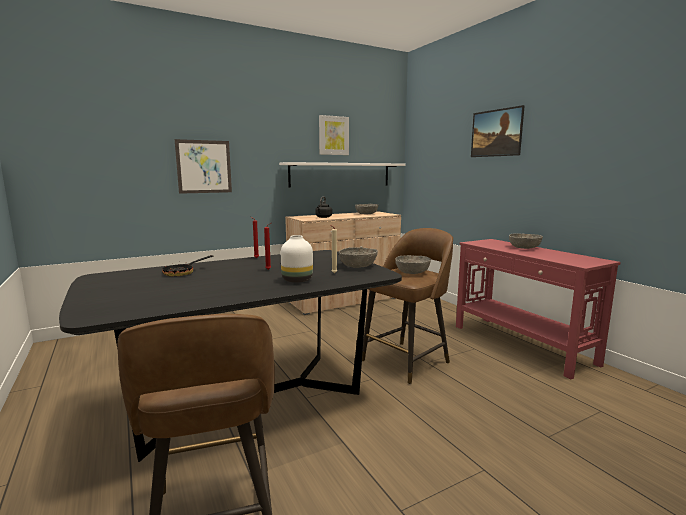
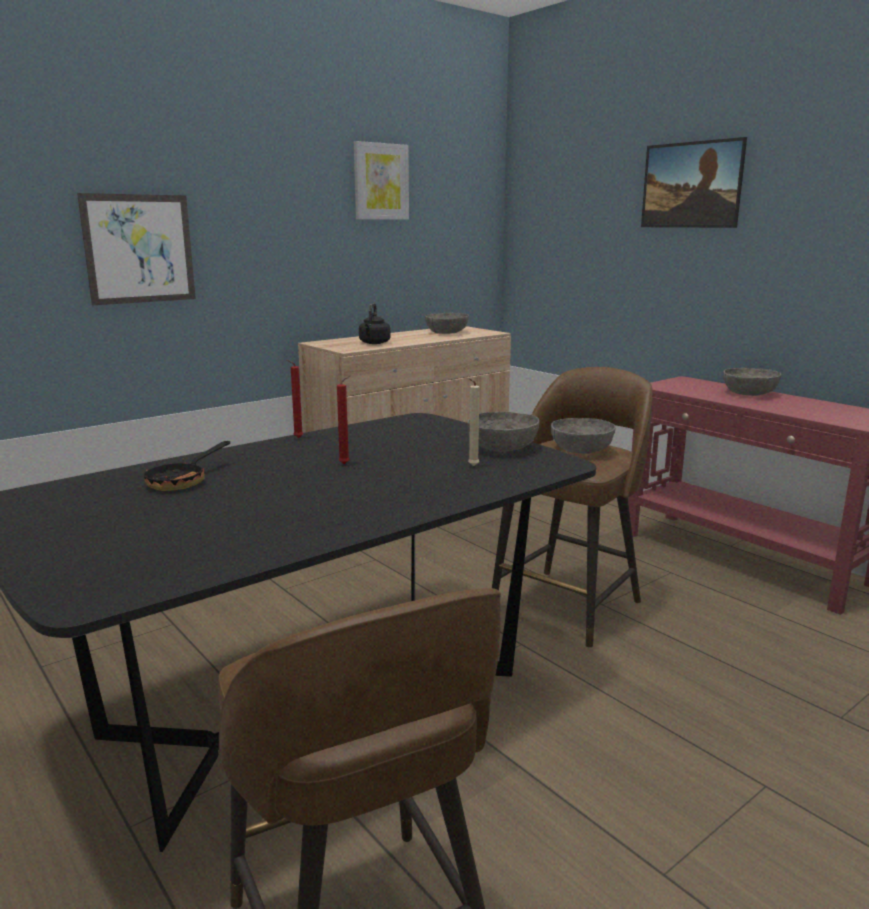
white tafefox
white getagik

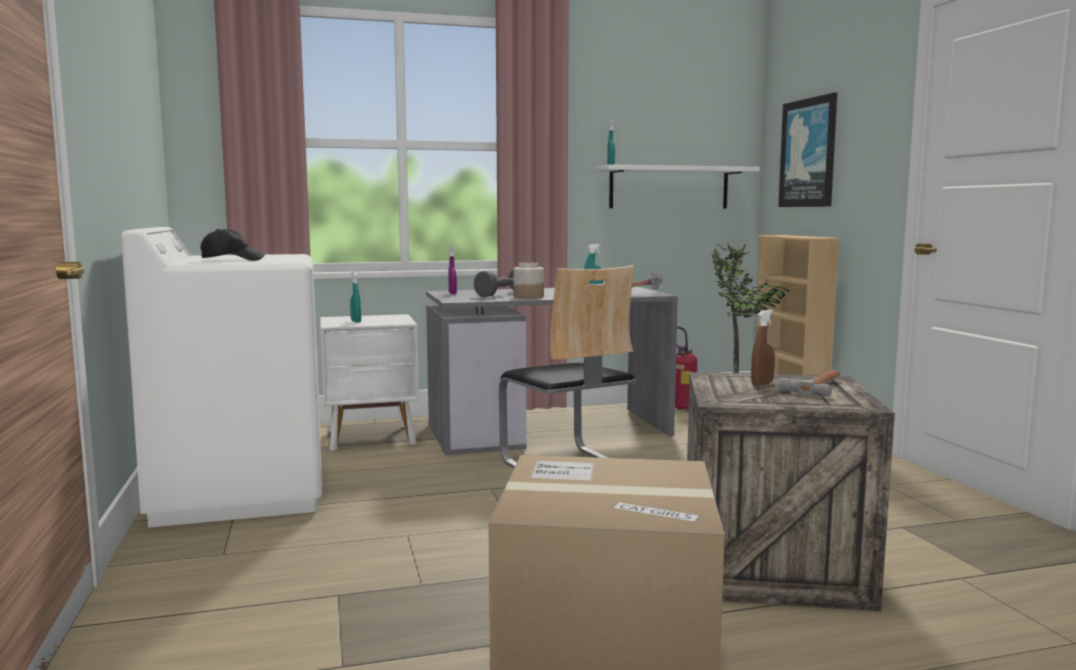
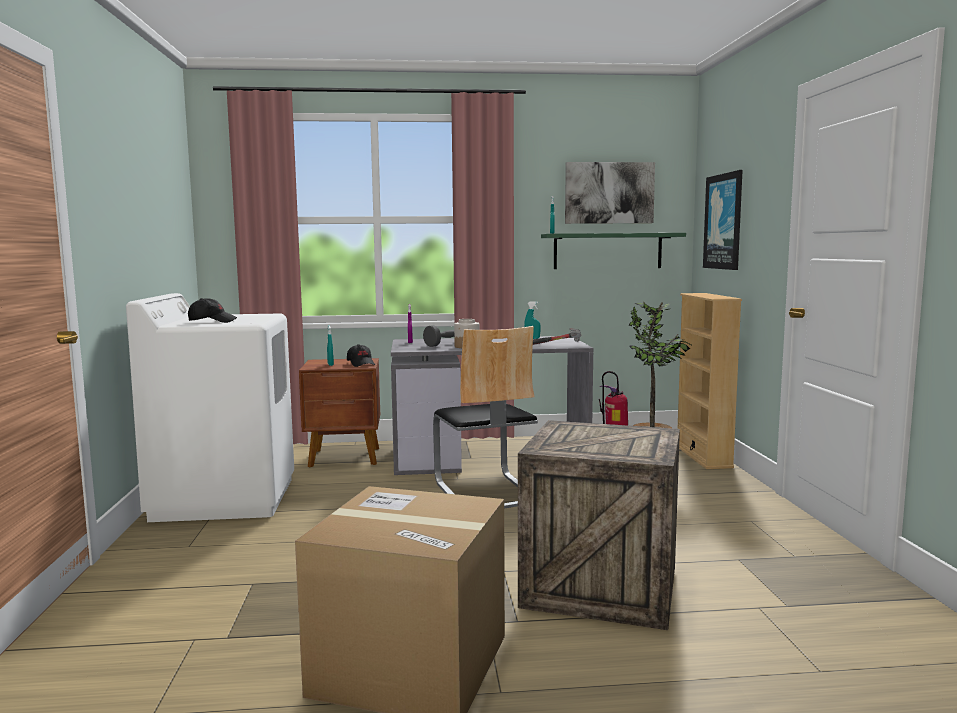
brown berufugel
green tafefox
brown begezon
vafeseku (no. 2 from left in the first image)
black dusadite (no. 2 from left)
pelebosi (no. 1 from left)

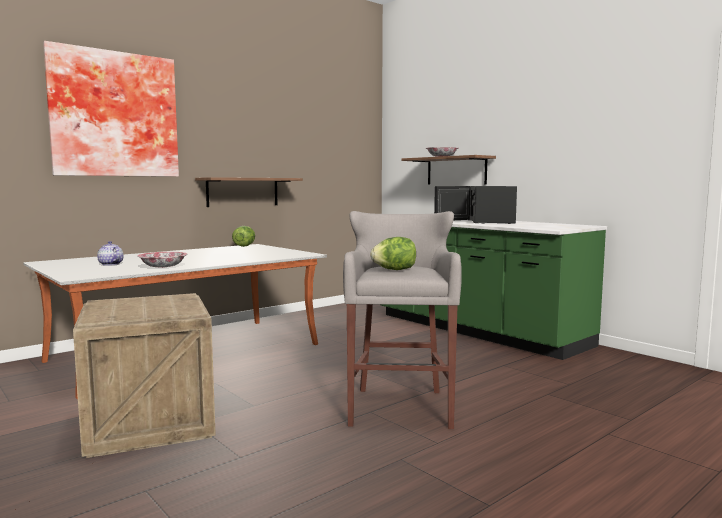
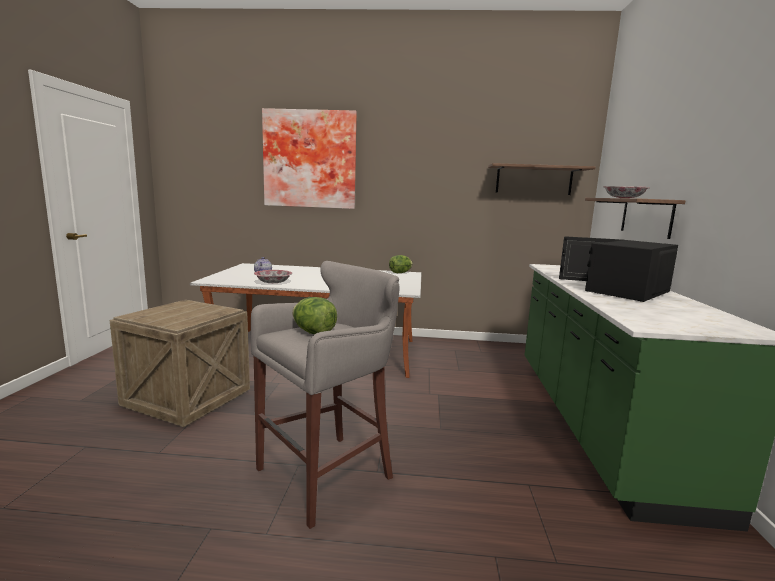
tafefox (no. 1 from left)

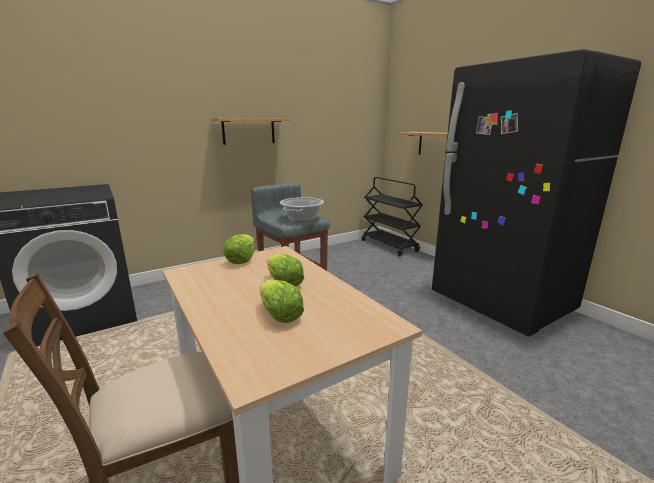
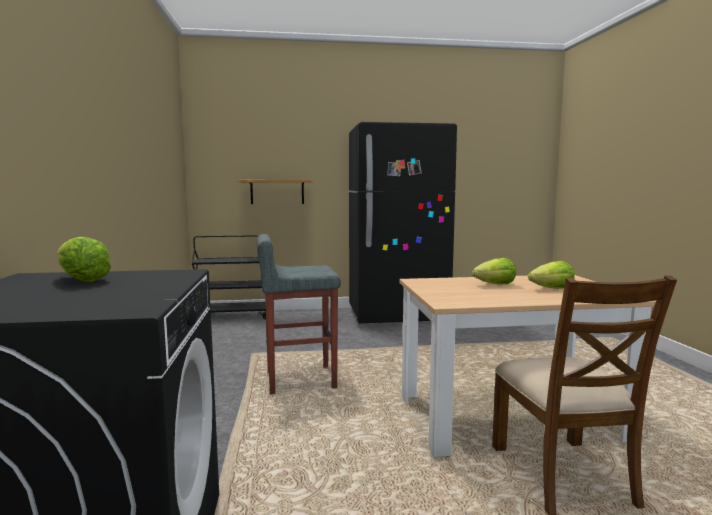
tafefox (no. 1 from left in the first image)
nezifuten (no. 1 from left)
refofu

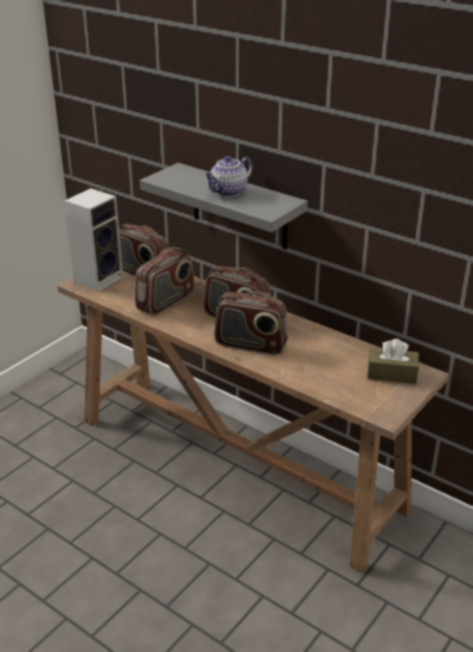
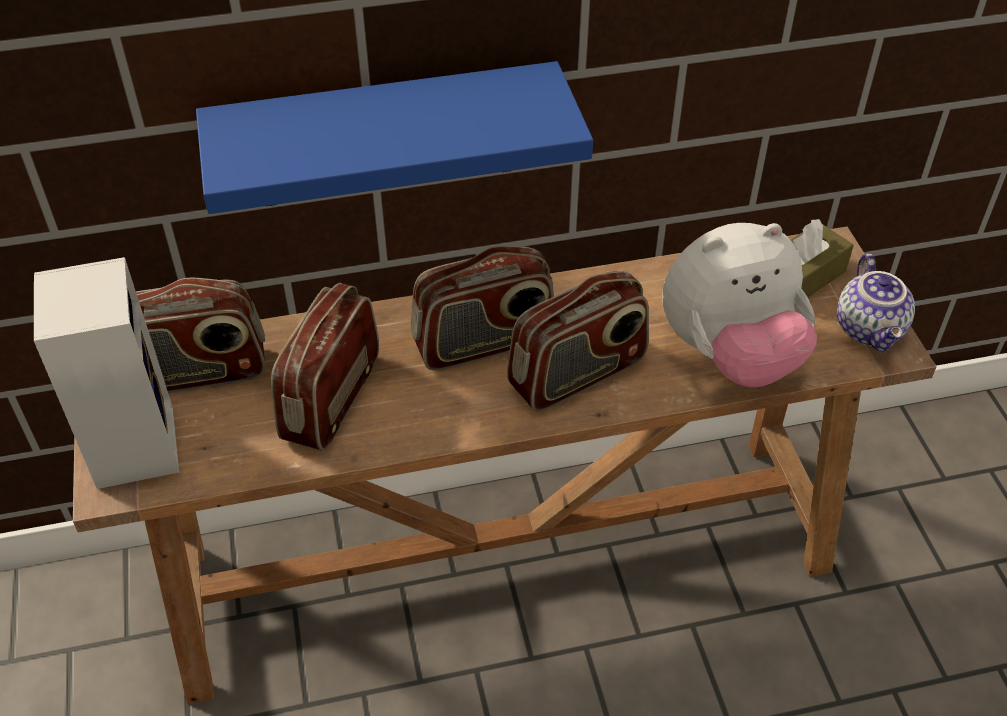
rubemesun (no. 2 from left)
blue tafefox
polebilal
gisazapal

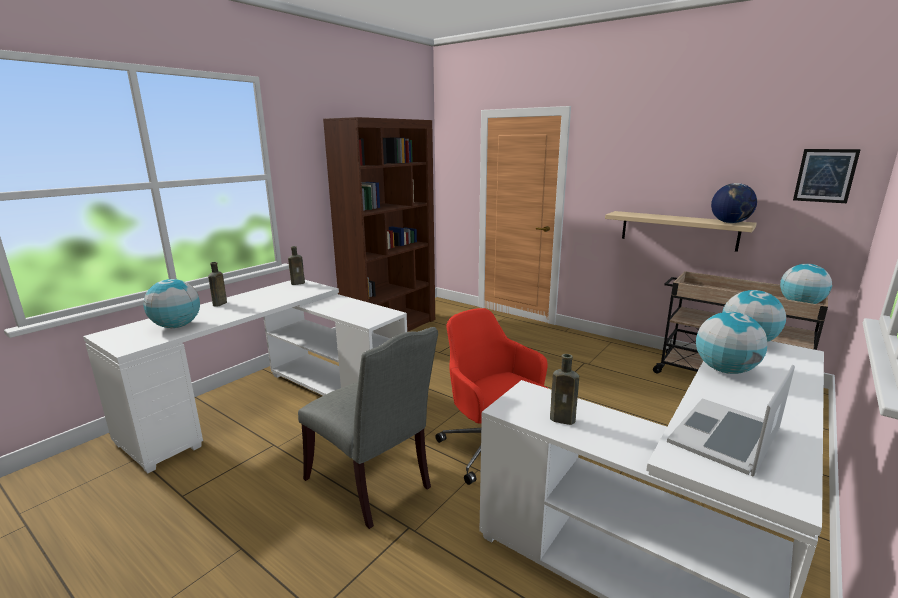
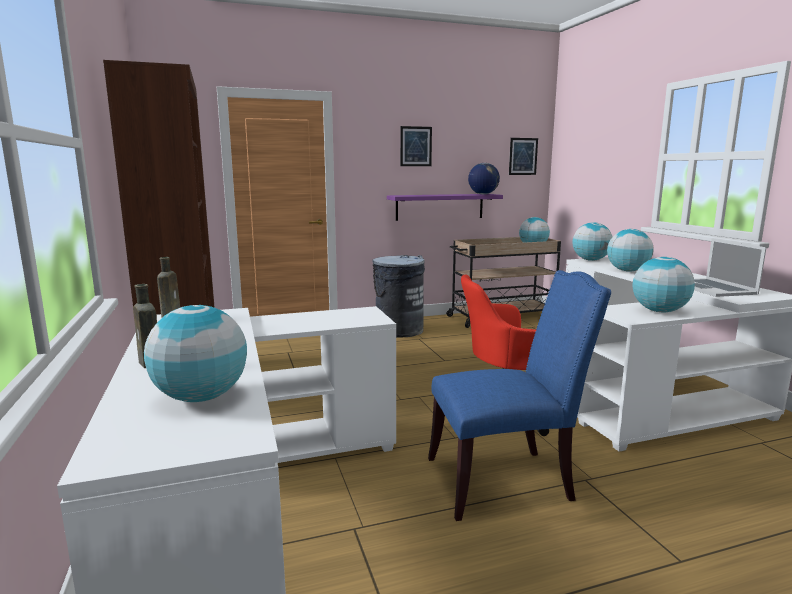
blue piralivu
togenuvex (no. 6 from left)
purple tafefox
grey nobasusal
pelebosi (no. 1 from left)

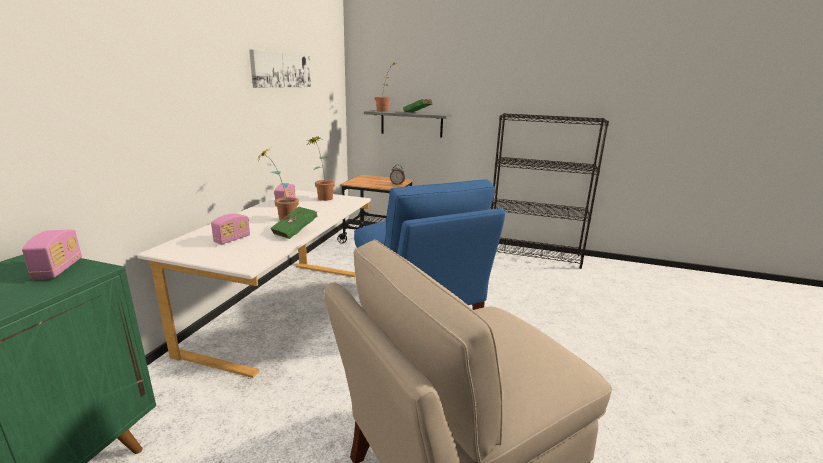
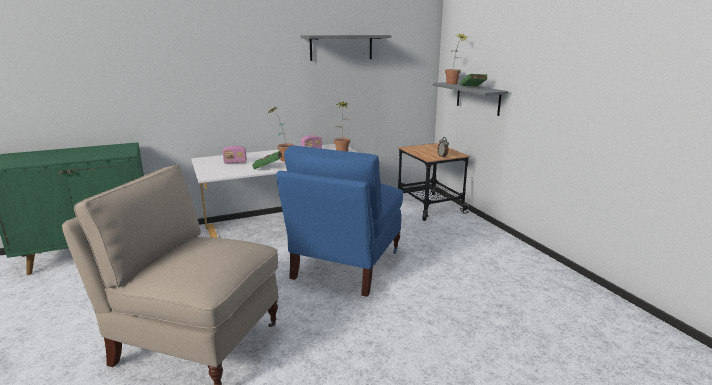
rubemesun (no. 1 from left in the first image)
grey tafefox (no. 1 from left)
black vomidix

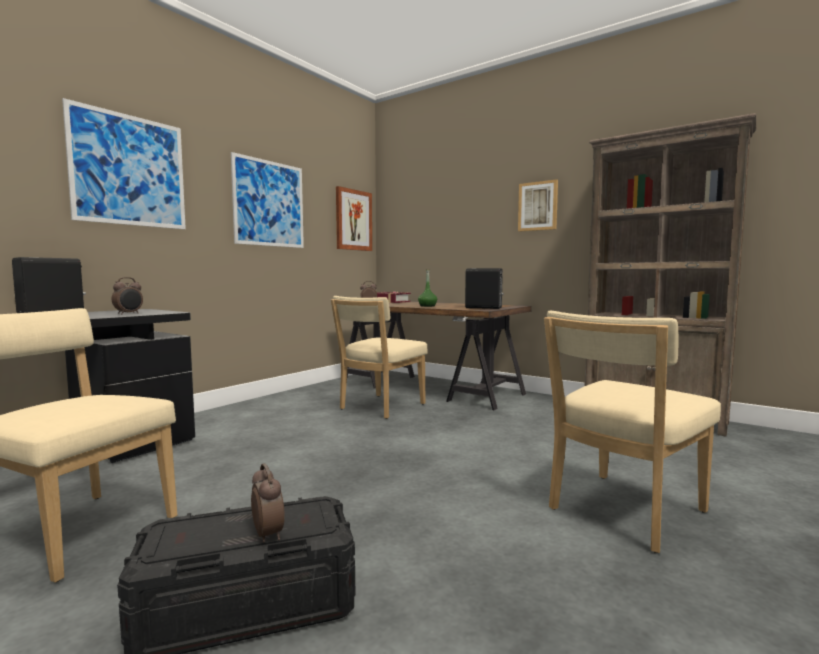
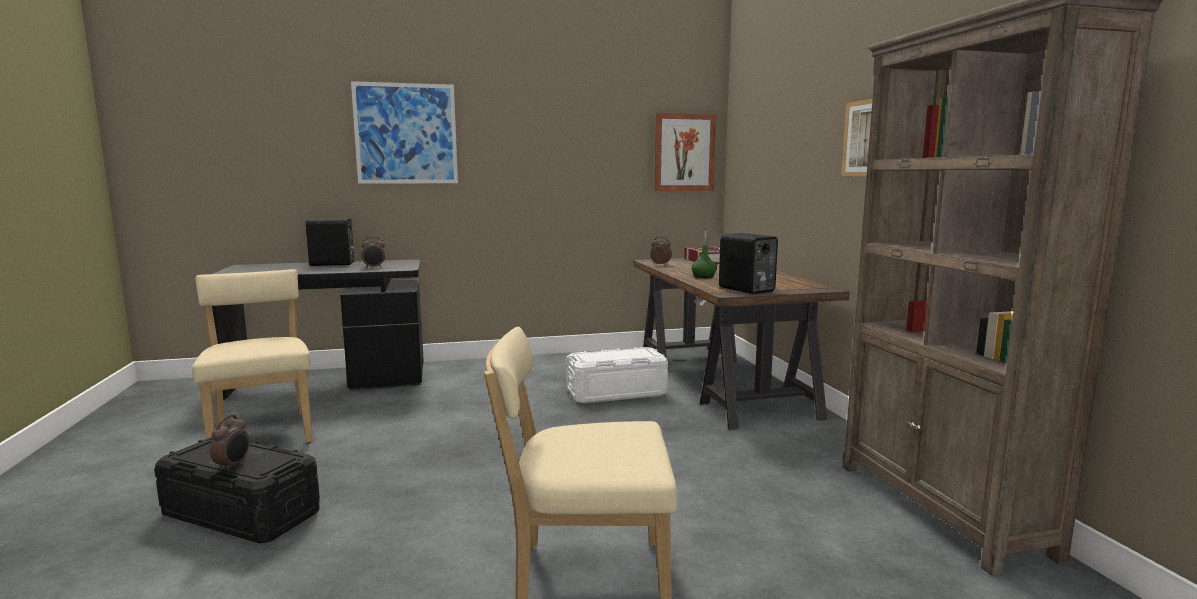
pelebosi (no. 2 from left in the first image)
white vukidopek

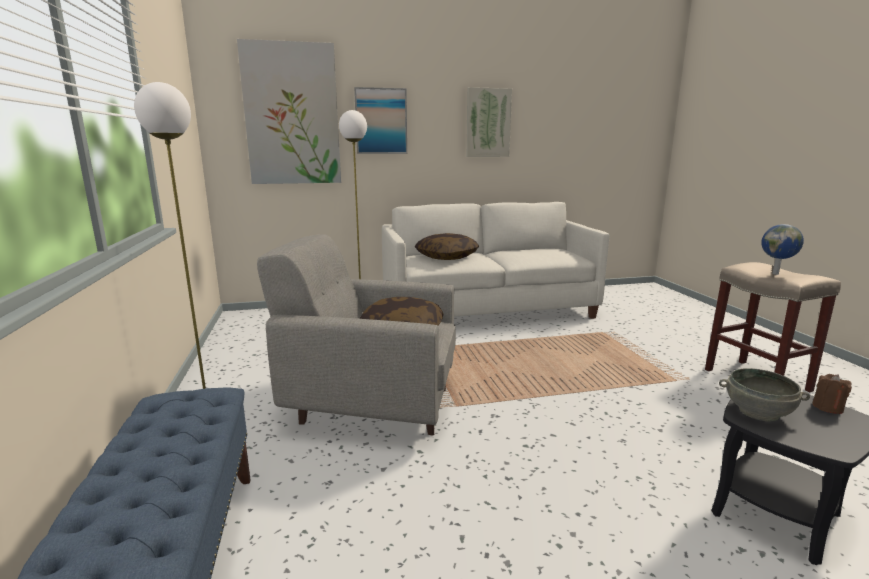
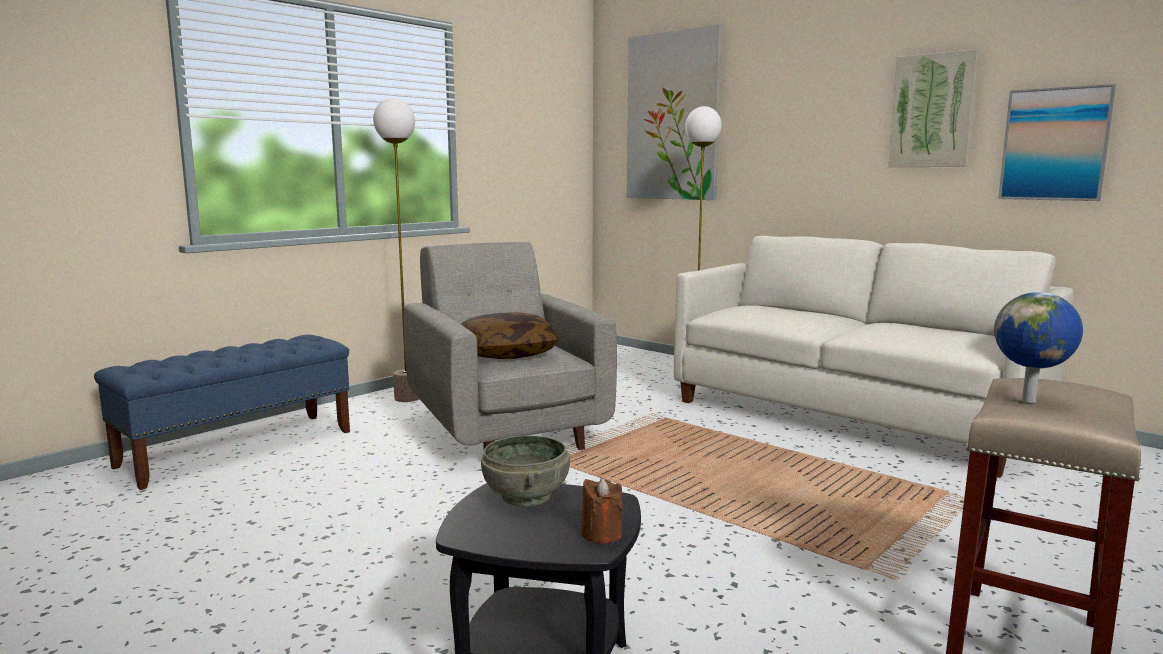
pelebosi (no. 3 from left)
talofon (no. 2 from left in the first image)

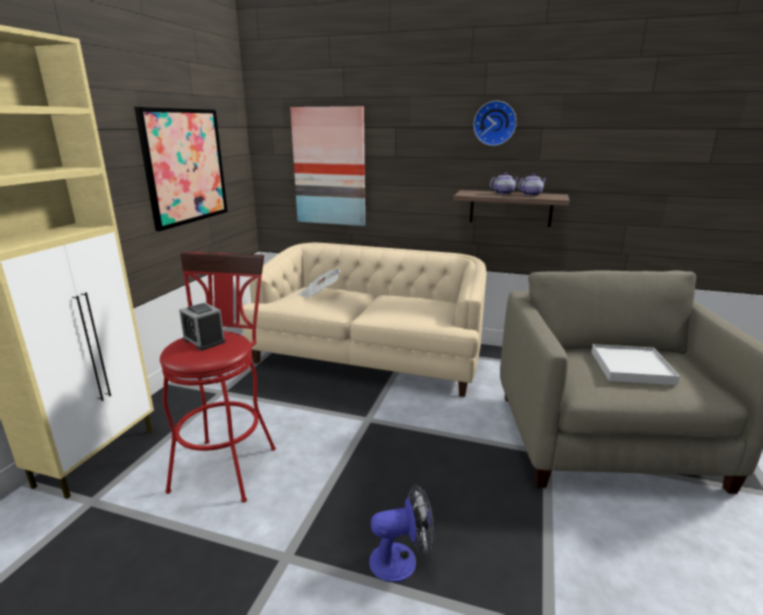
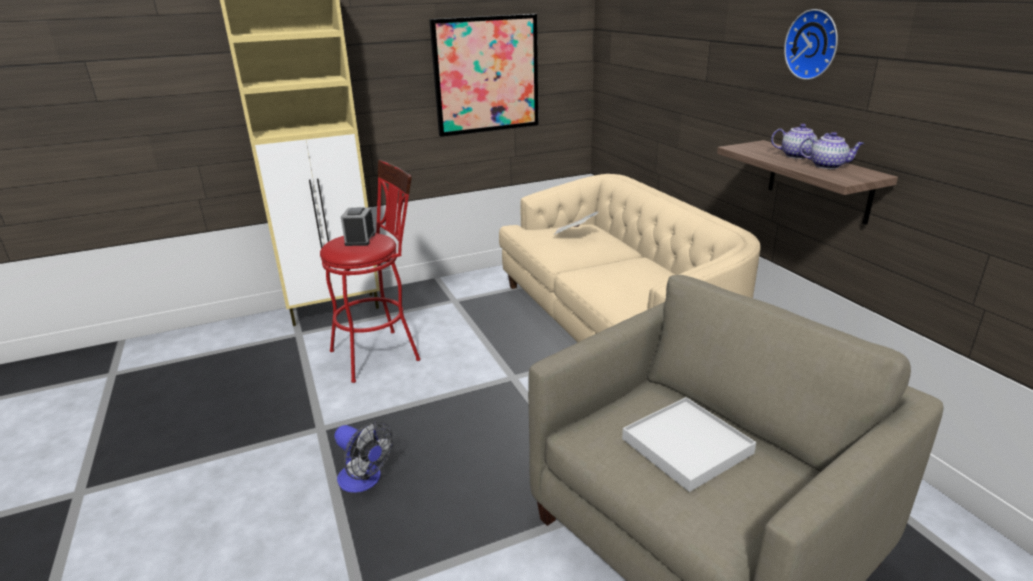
pelebosi (no. 2 from left in the first image)

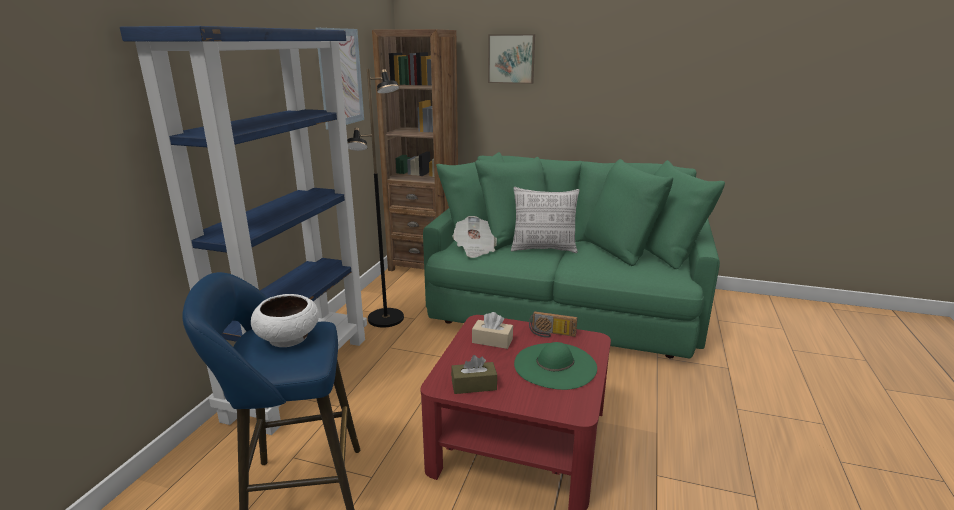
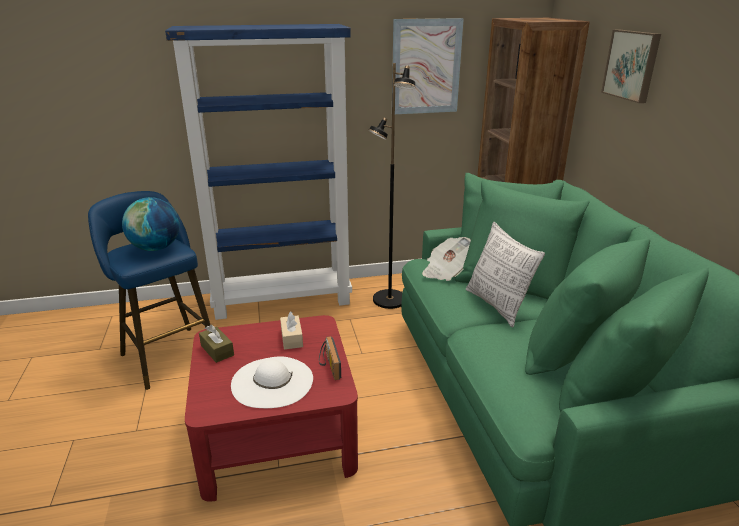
togenuvex
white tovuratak

